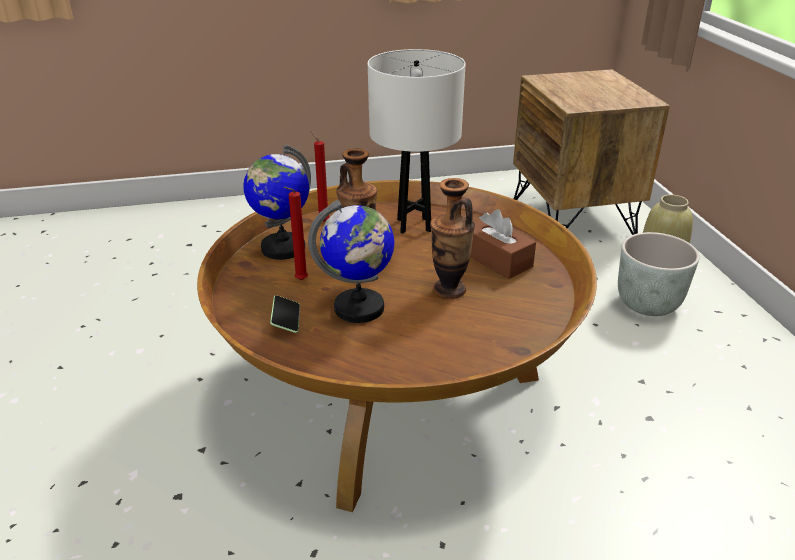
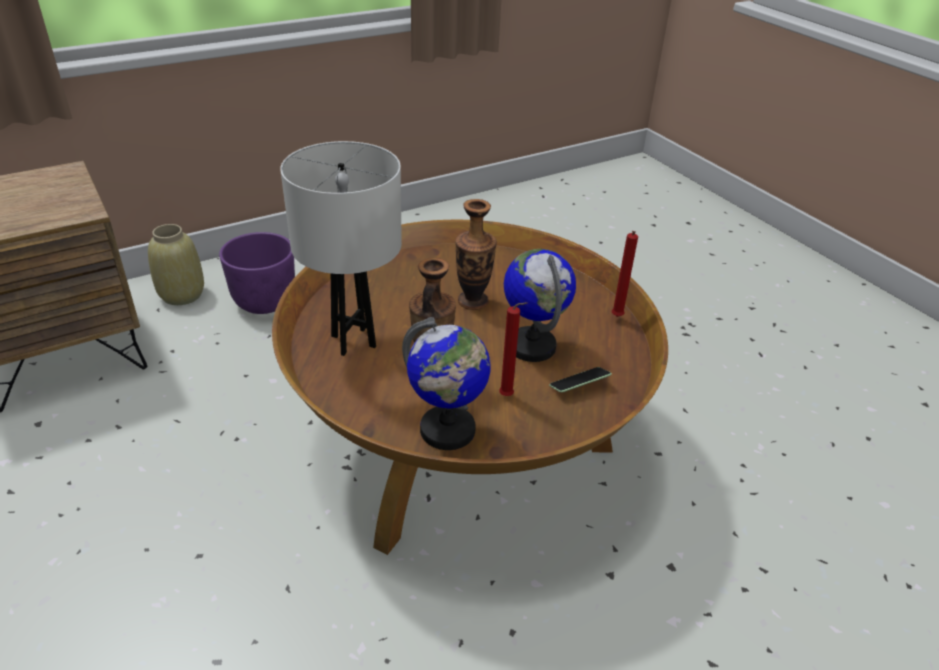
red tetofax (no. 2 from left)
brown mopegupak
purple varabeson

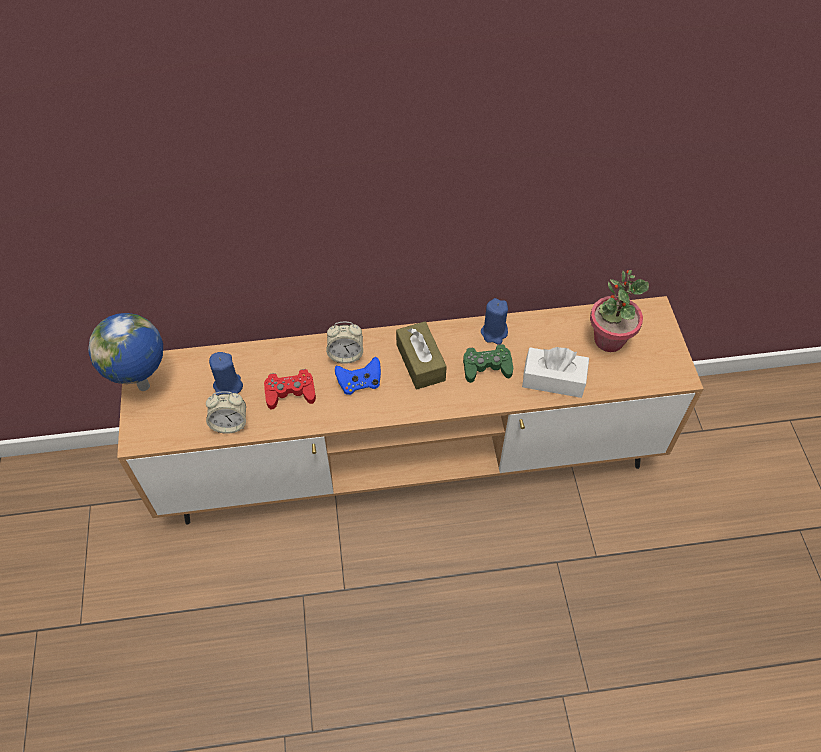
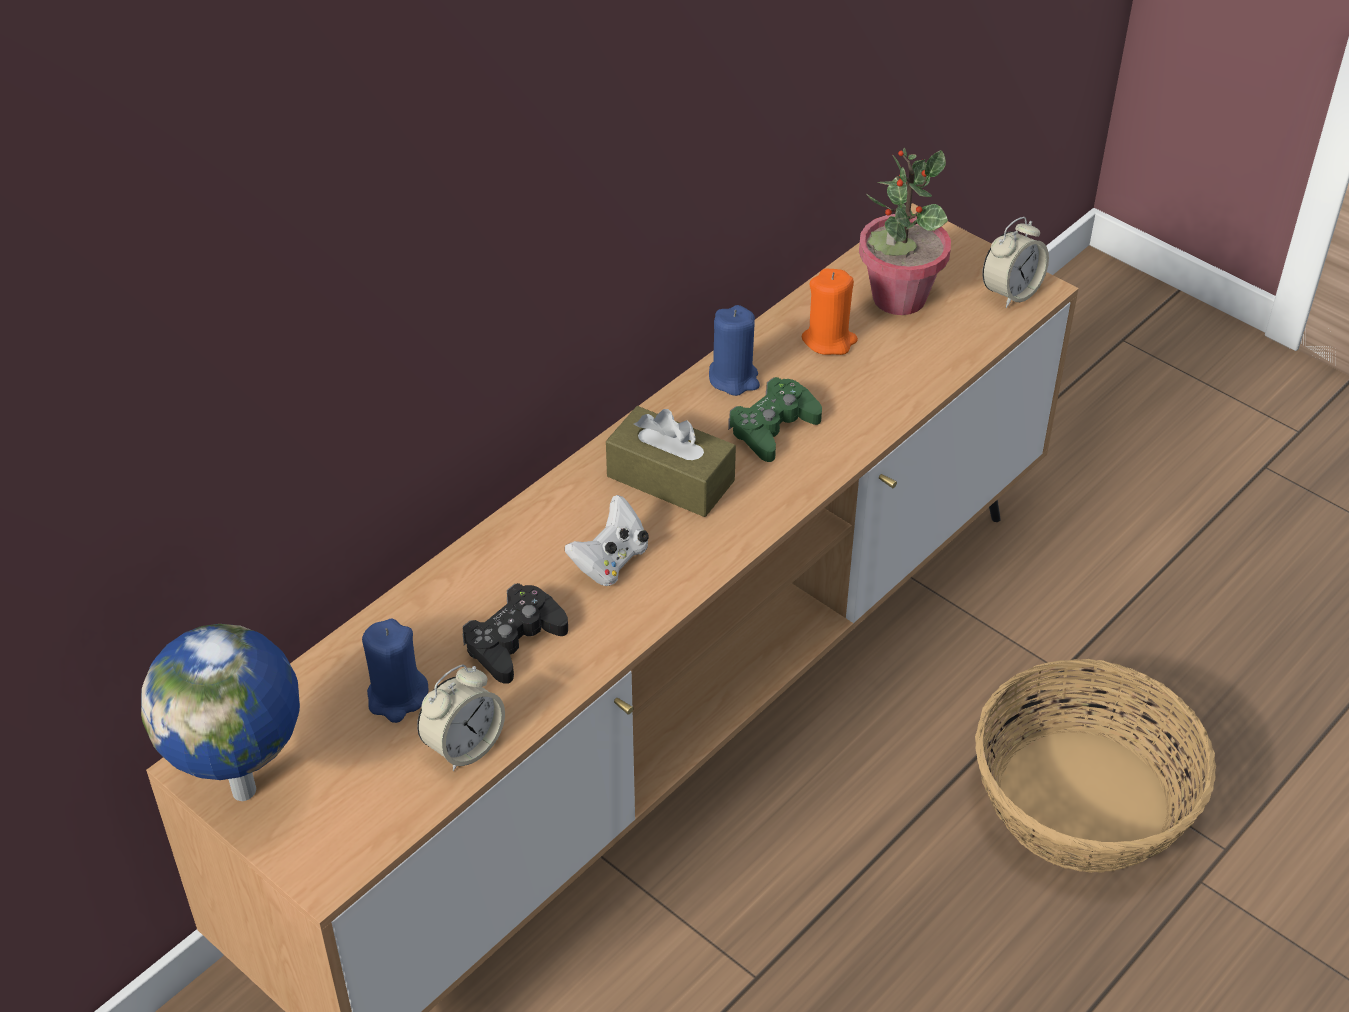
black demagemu
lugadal (no. 2 from left)
white demagemu
white mopegupak
orange tetofax
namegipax

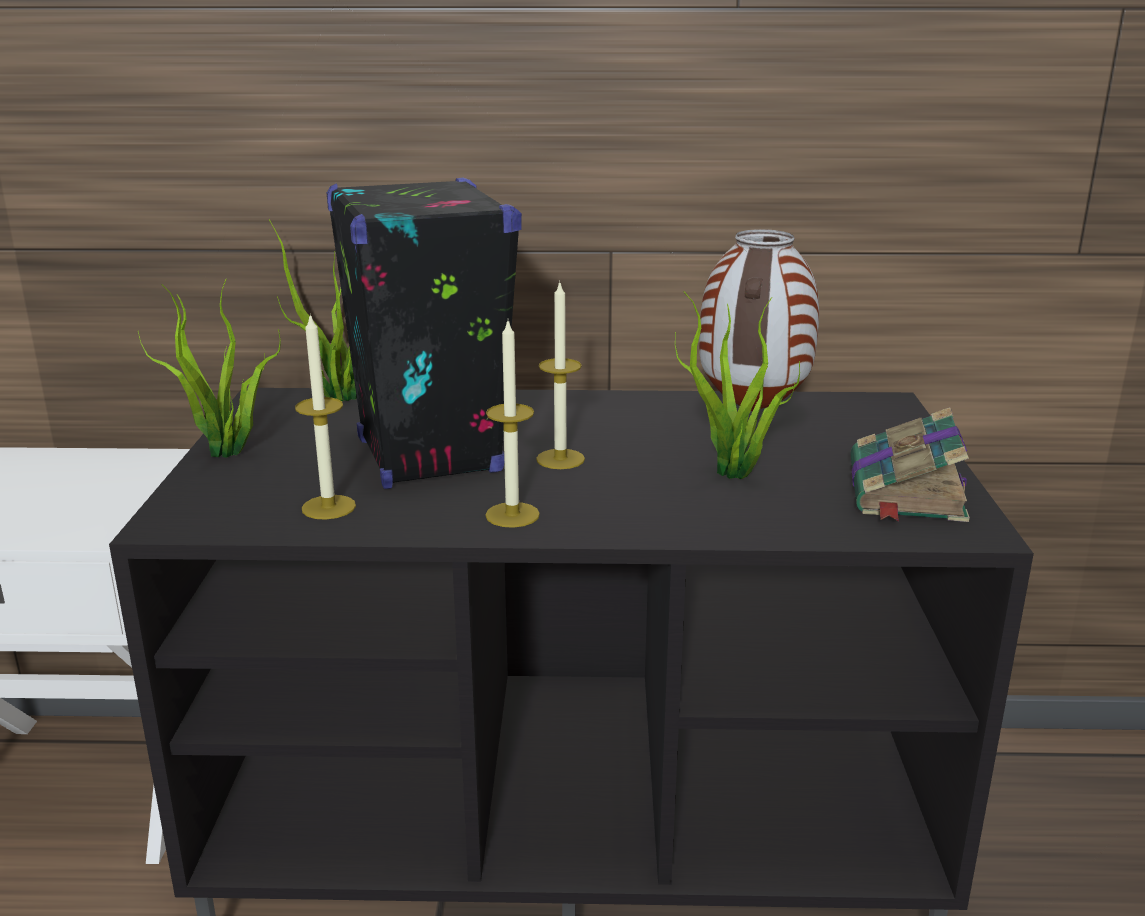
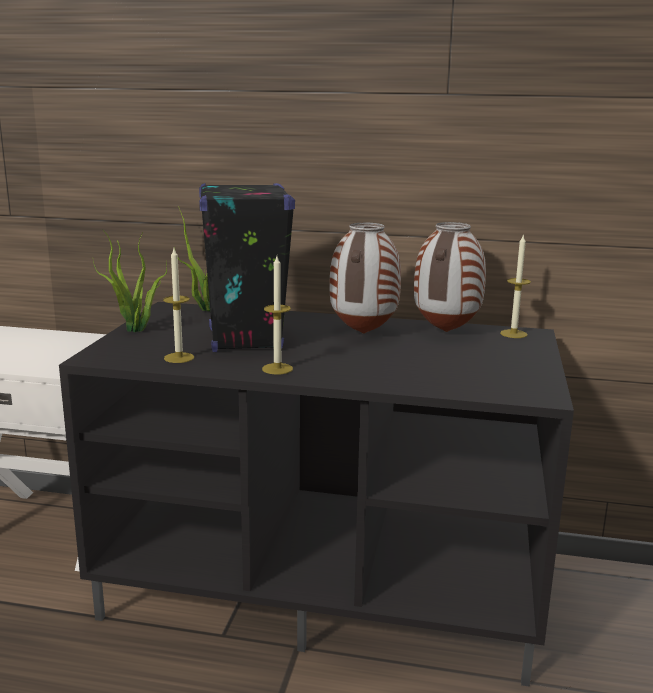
tetofax (no. 3 from left)
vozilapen (no. 3 from left in the first image)
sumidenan
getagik (no. 1 from left)

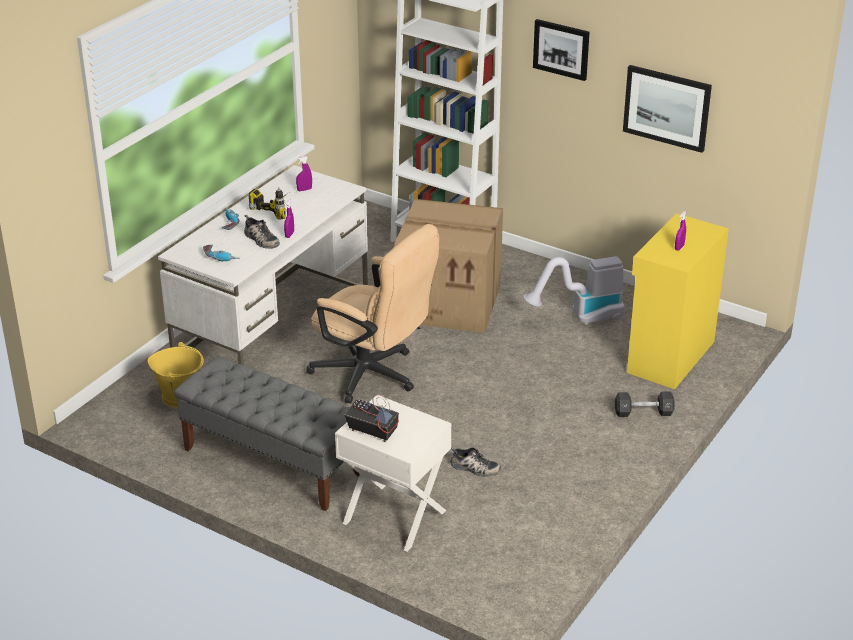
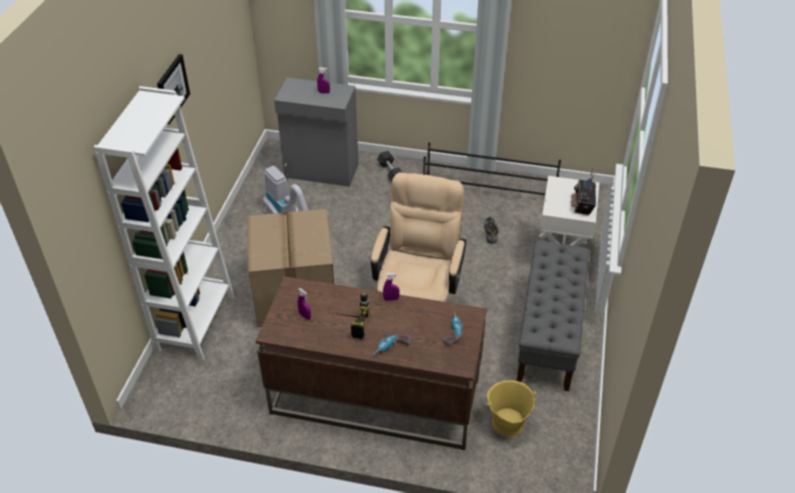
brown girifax
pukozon (no. 1 from left in the first image)
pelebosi (no. 2 from left in the first image)
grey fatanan
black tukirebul

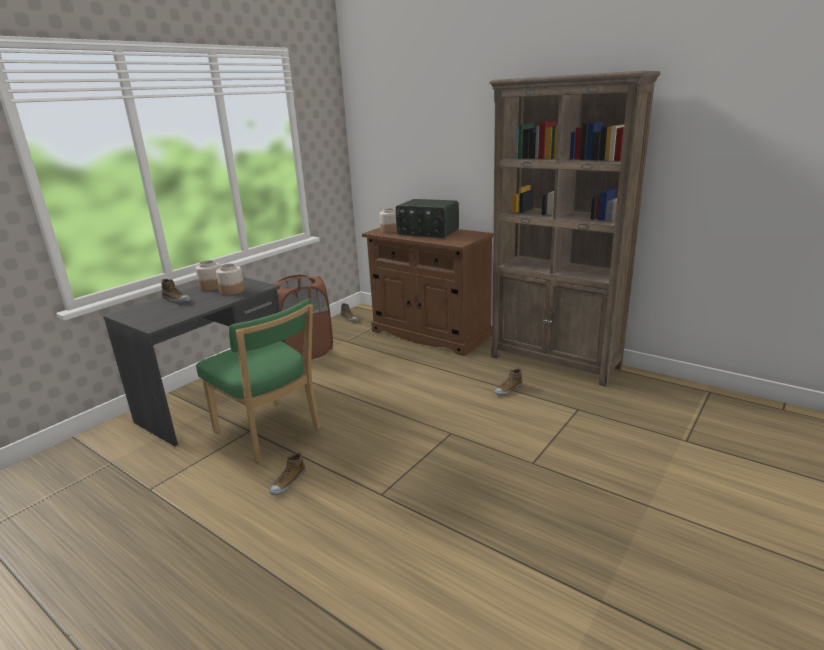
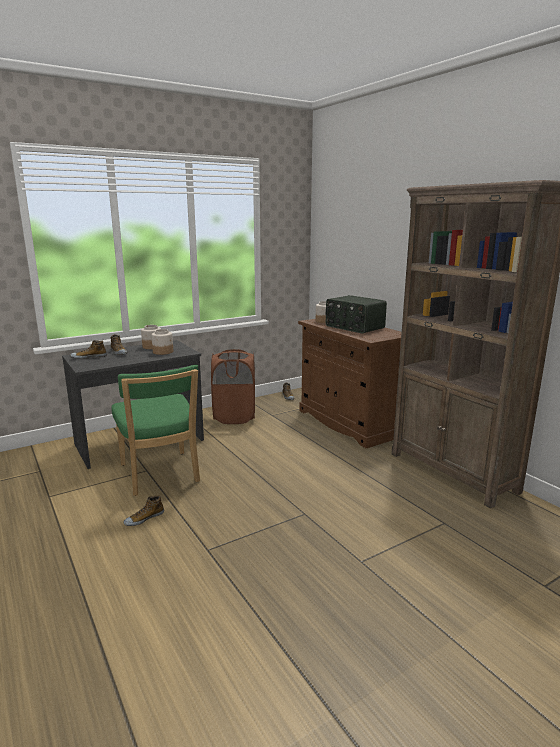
pukozon (no. 1 from left)

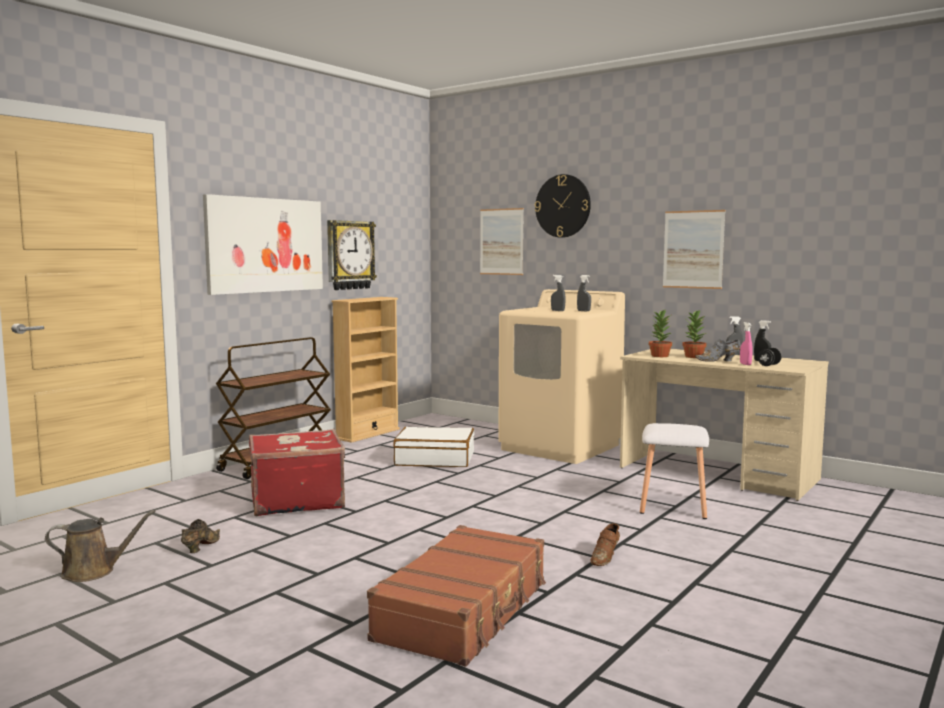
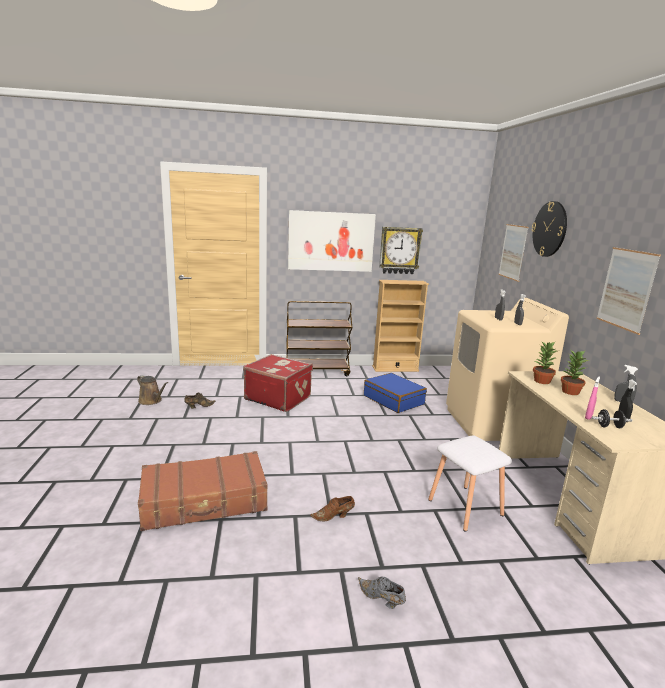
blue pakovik
grey pukozon

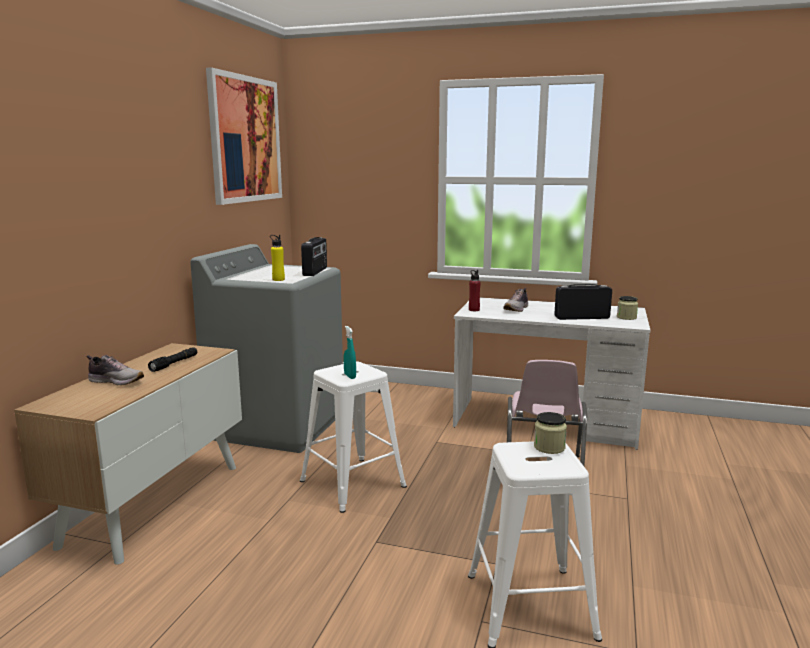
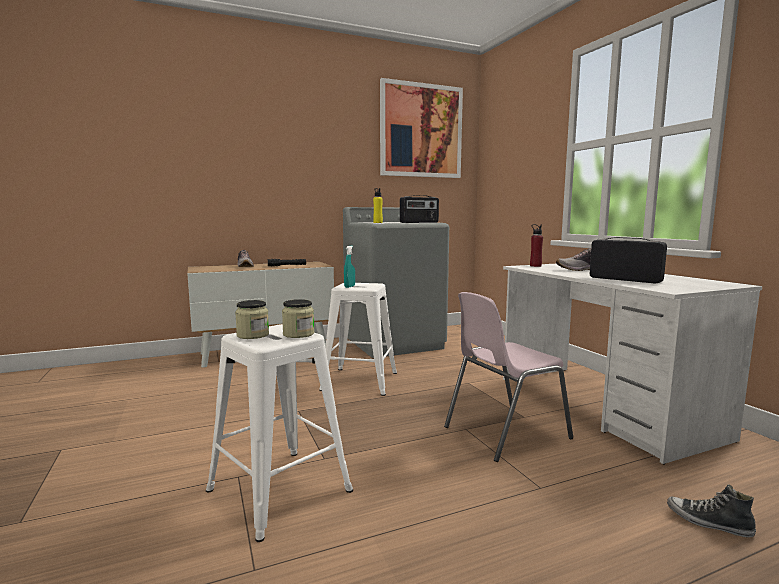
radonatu (no. 1 from left)
pukozon (no. 3 from left)

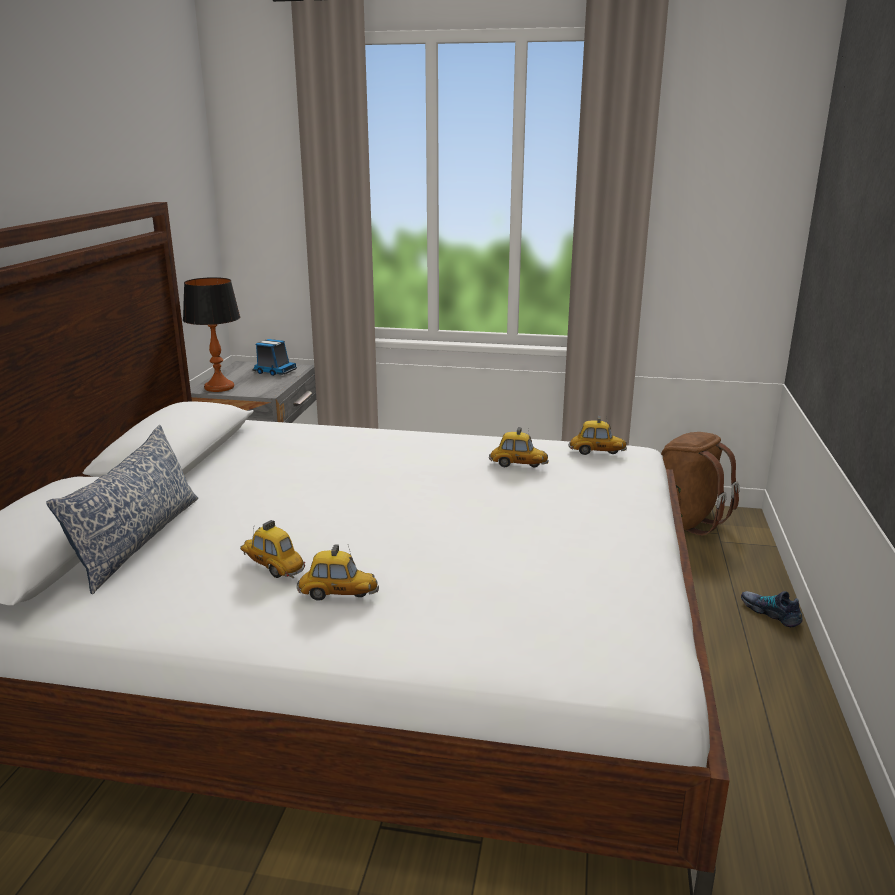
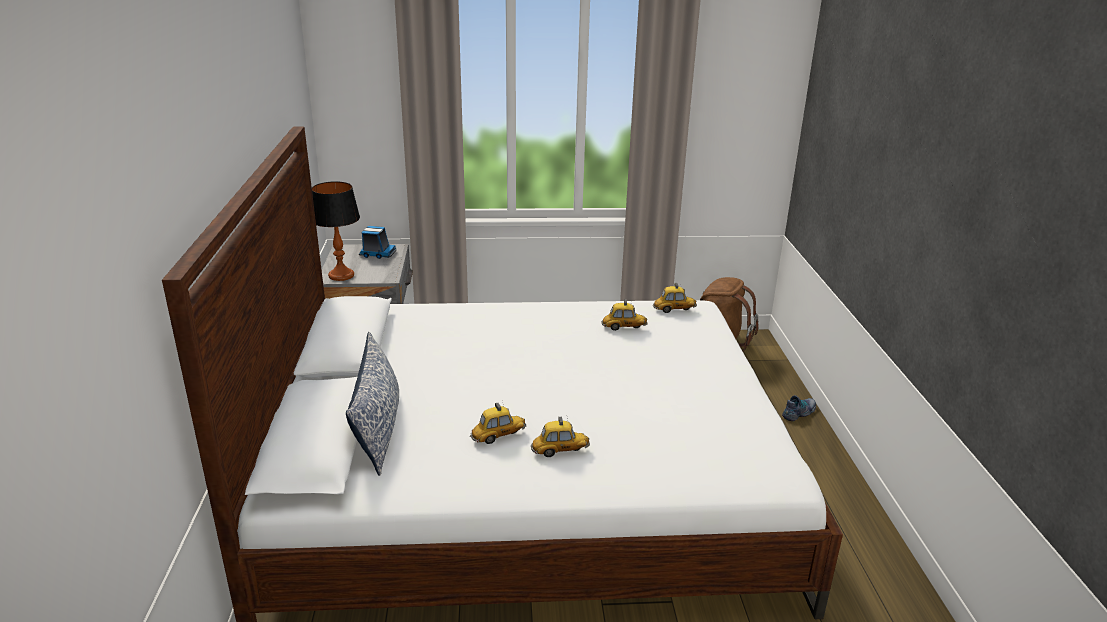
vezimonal (no. 1 from left)
pukozon

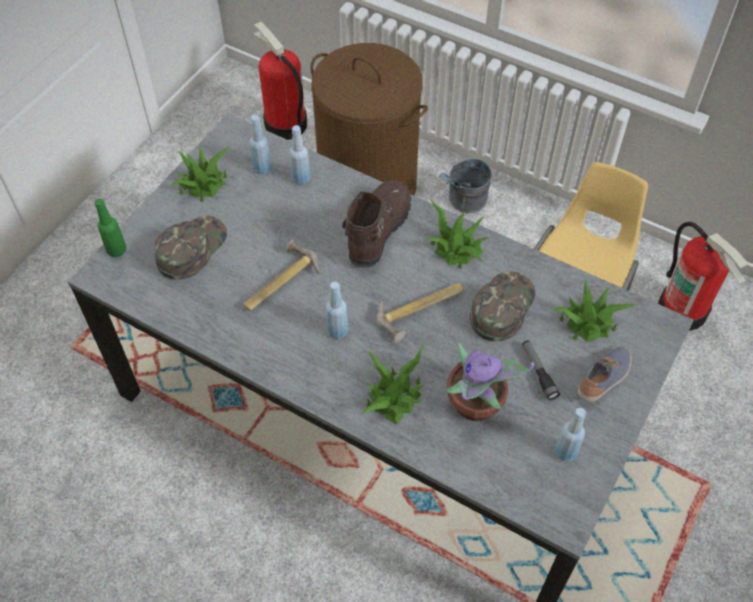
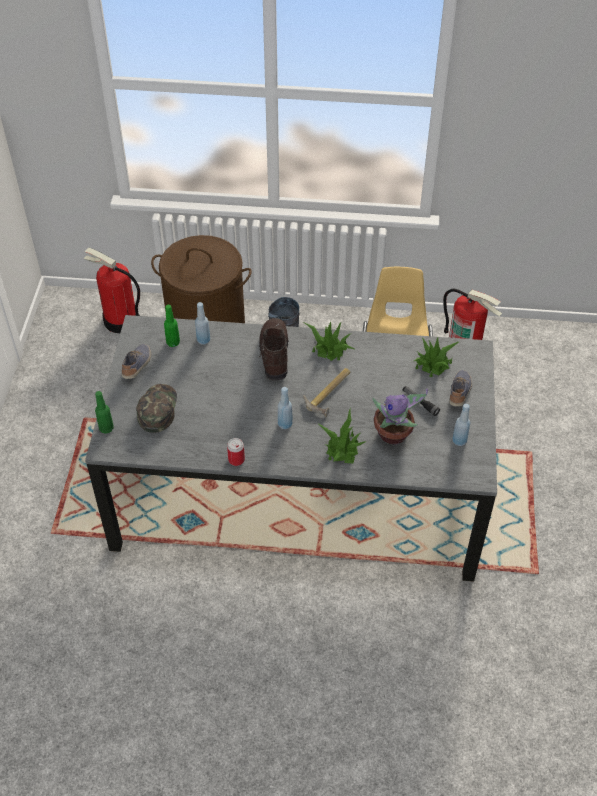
pukozon (no. 1 from left)
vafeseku (no. 1 from left in the first image)
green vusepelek (no. 2 from left)
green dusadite (no. 2 from left in the first image)
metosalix

